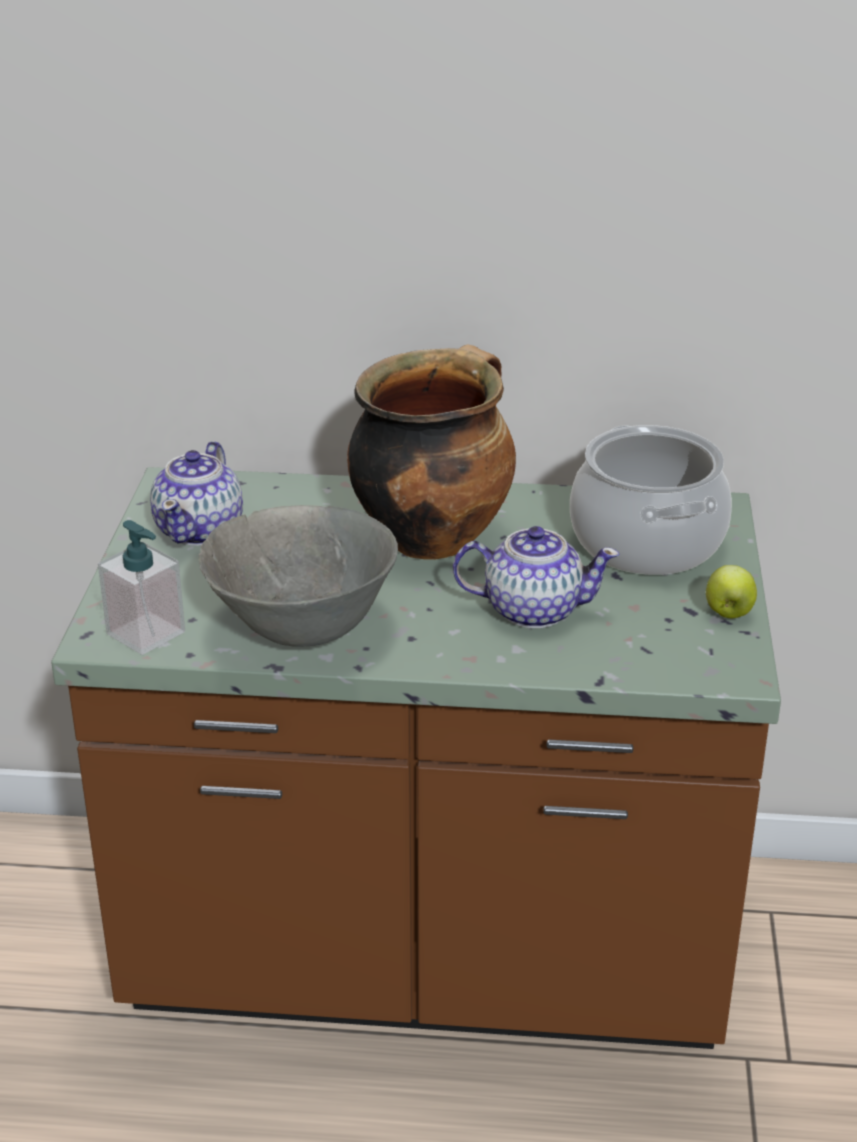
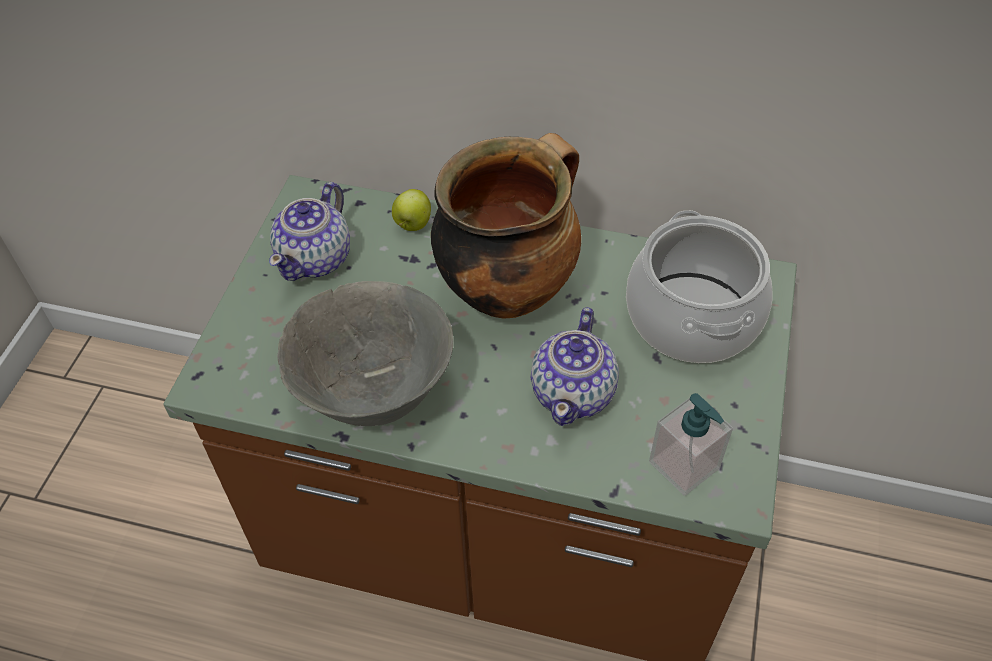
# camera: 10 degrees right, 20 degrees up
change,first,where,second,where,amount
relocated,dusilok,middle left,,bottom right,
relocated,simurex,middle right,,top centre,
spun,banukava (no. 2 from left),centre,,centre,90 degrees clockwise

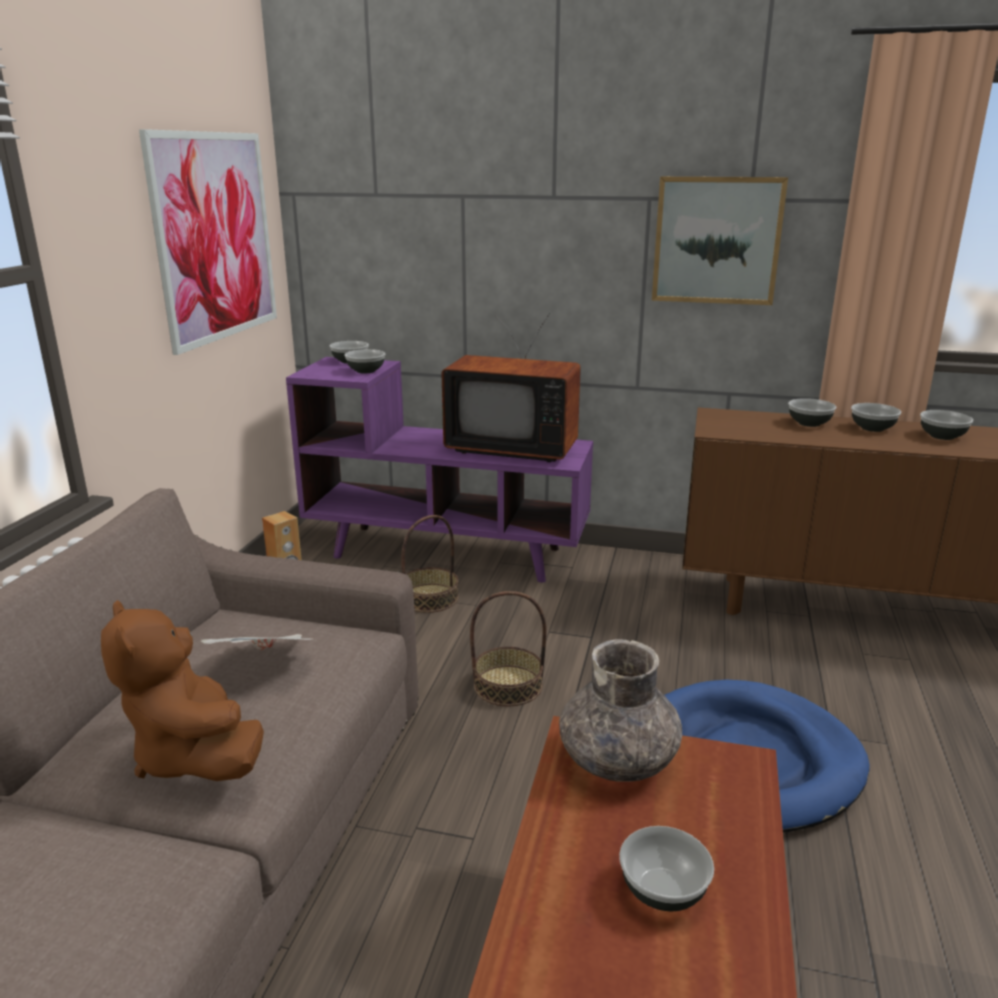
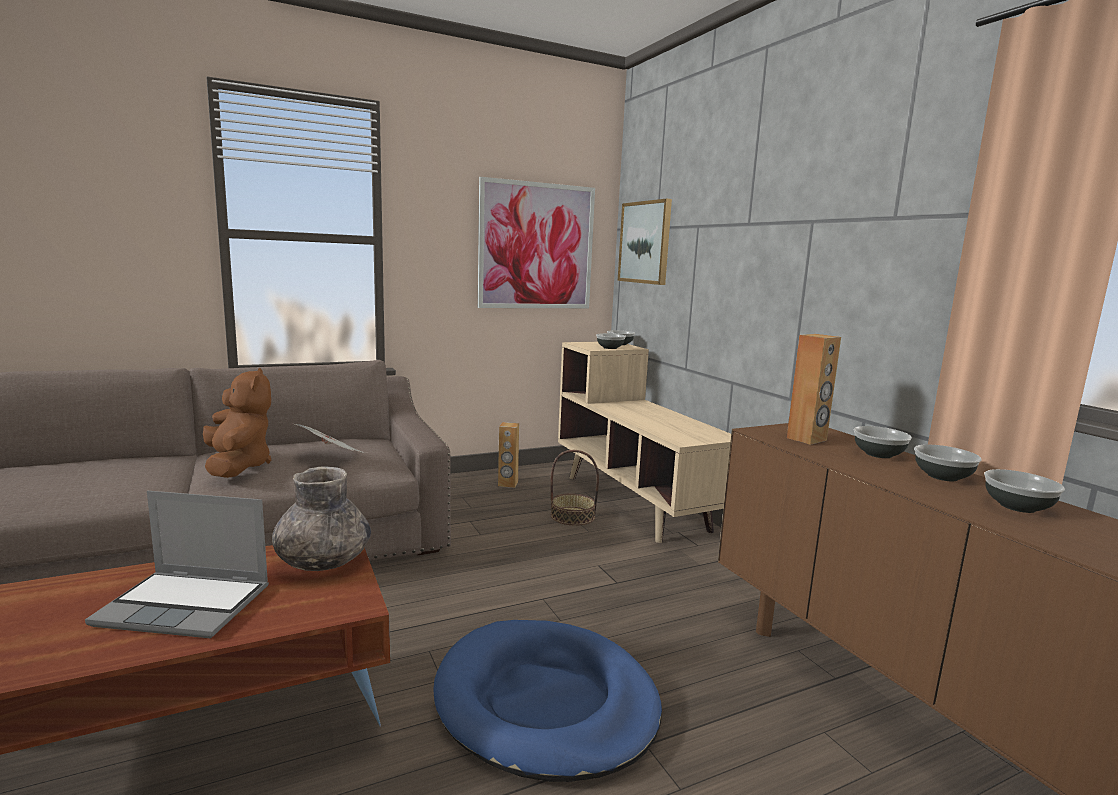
# camera: 50 degrees right, 10 degrees down
change,first,where,second,where,amount
missing,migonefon,centre,,,
missing,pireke (no. 2 from left),centre,,,
appeared,,,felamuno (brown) (no. 2 from left),middle right,
relocated,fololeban (no. 2 from left),top right,,top centre,
exchanged,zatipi (no. 3 from left),bottom right,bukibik,bottom left,
colour,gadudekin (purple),centre,gadudekin (beige),centre,
spun,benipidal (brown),bottom left,,middle left,135 degrees clockwise

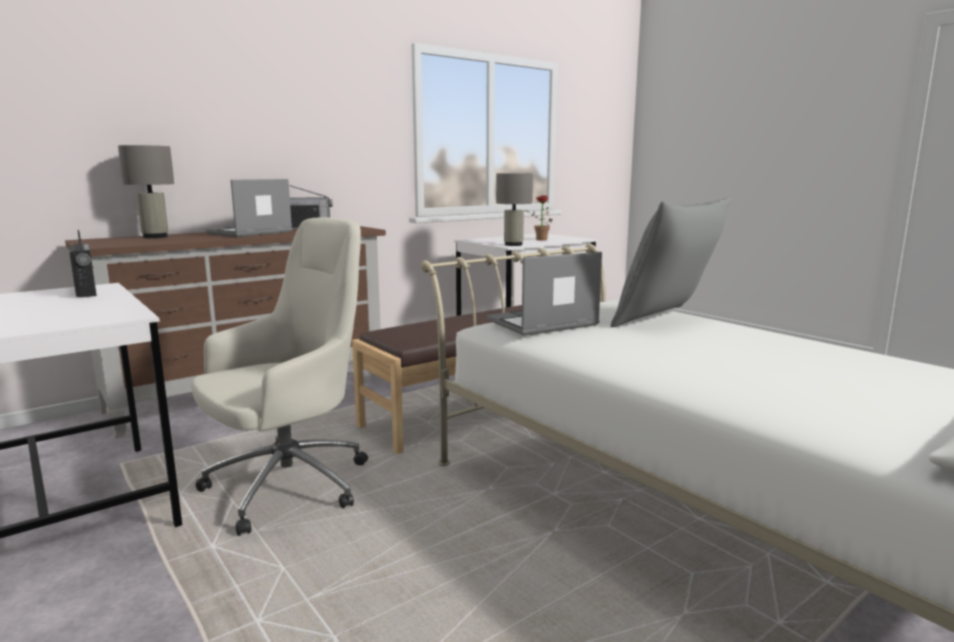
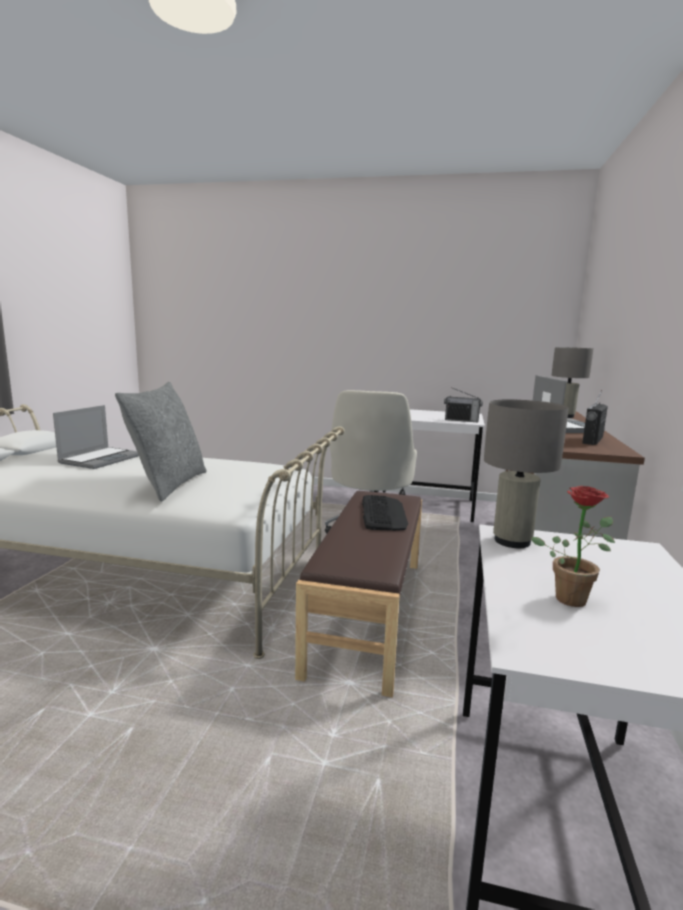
# camera: 140 degrees right, 0 degrees up
change,first,where,second,where,amount
appeared,,,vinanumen,centre,
relocated,bukibik (no. 2 from left in the first image),centre,bukibik (no. 1 from left),middle left,

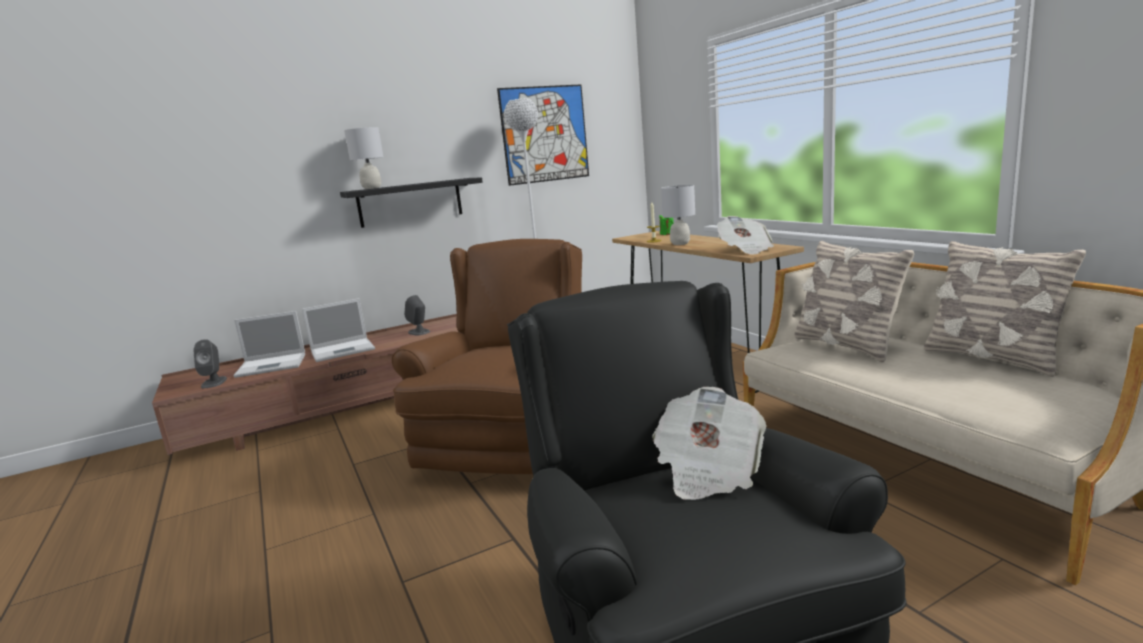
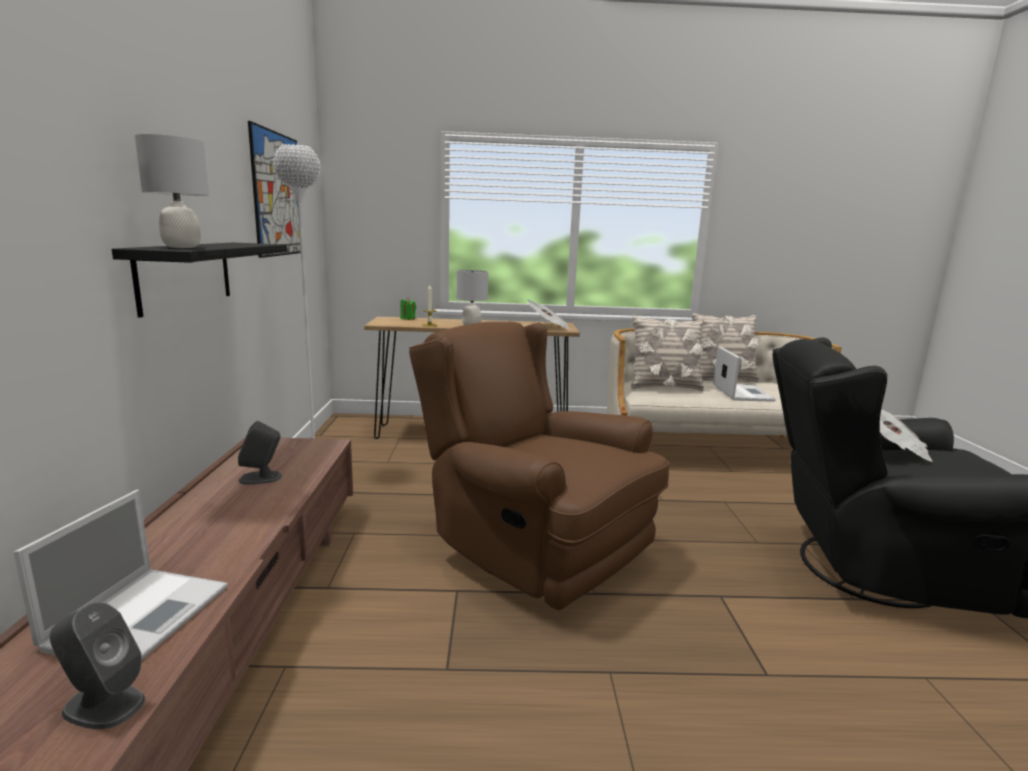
# camera: 65 degrees left, 0 degrees up
change,first,where,second,where,amount
relocated,bukibik (no. 2 from left),middle left,,middle right,

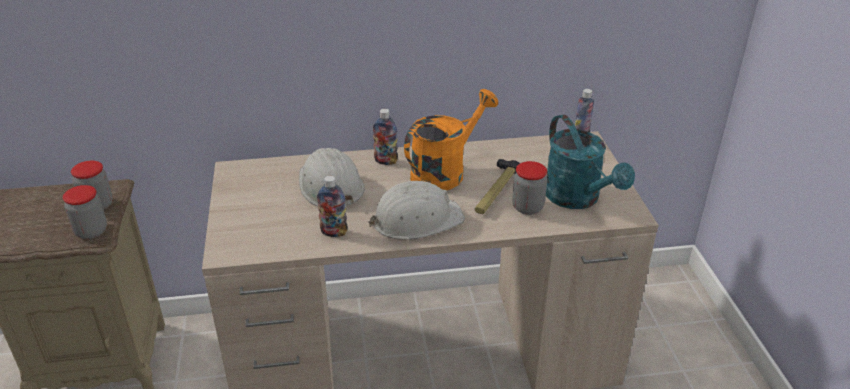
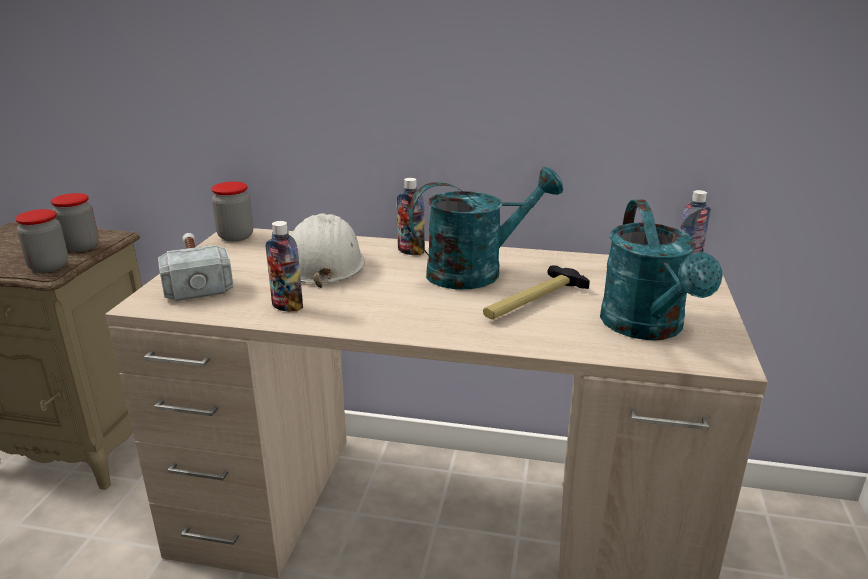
# camera: 20 degrees right, 10 degrees down
change,first,where,second,where,amount
missing,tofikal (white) (no. 2 from left),centre,,,
appeared,,,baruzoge (no. 1 from left),middle left,
relocated,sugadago (no. 3 from left),centre,,middle left,
colour,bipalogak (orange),centre,bipalogak (turquoise) (no. 1 from left),centre,

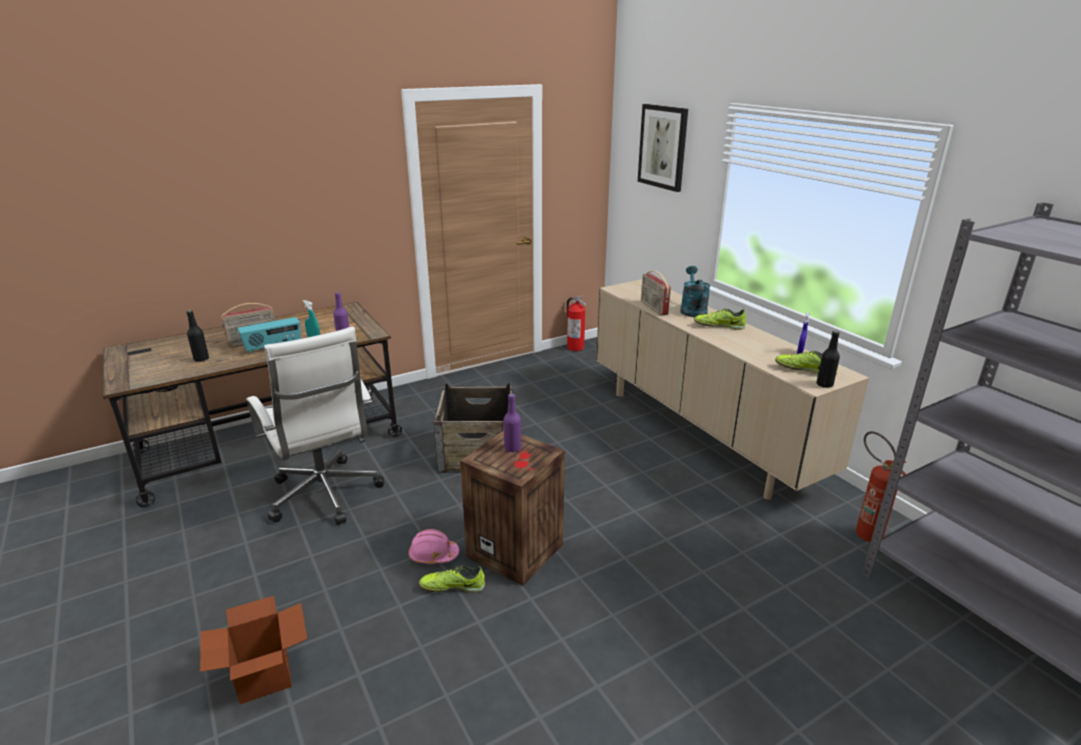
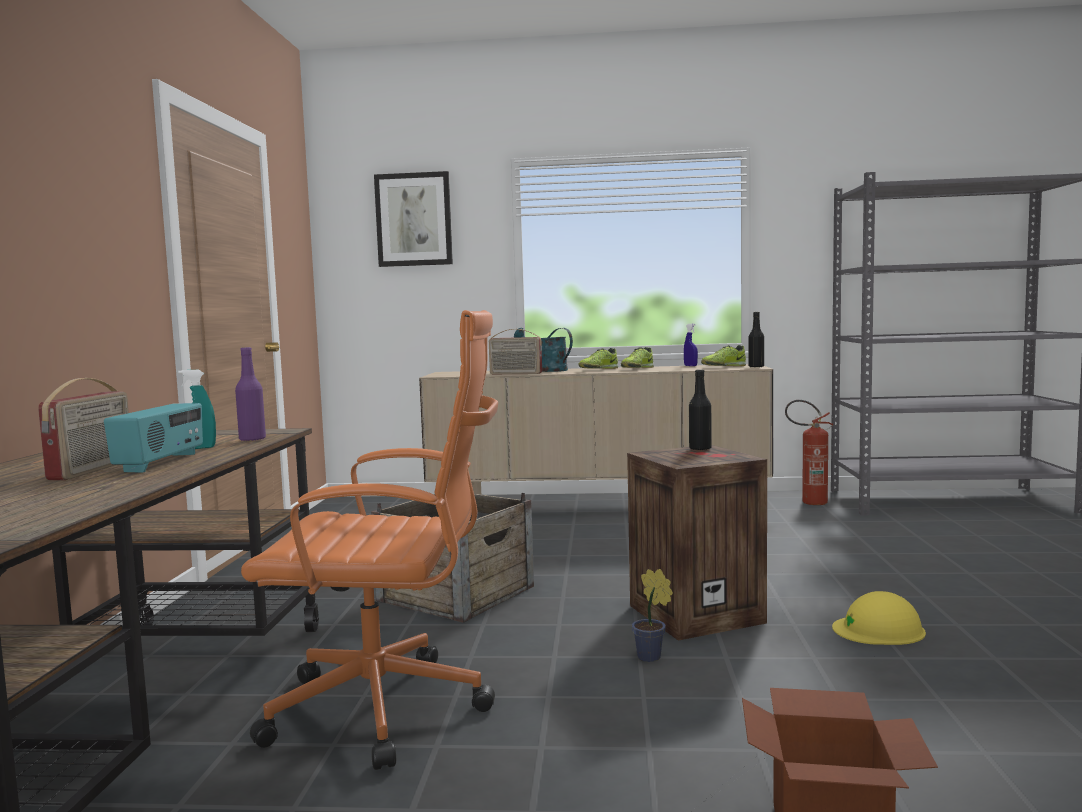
# camera: 55 degrees left, 20 degrees down
change,first,where,second,where,amount
missing,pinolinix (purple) (no. 2 from left),centre,,,
missing,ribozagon (no. 1 from left),centre,,,
appeared,,,tofikal (yellow),bottom right,
relocated,pinolinix (black) (no. 1 from left),middle left,,centre,
relocated,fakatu (no. 1 from left in the first image),bottom centre,fakatu (no. 2 from left),centre,
exchanged,tofikal (pink),bottom centre,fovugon,bottom centre,
colour,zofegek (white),middle left,zofegek (orange),centre,

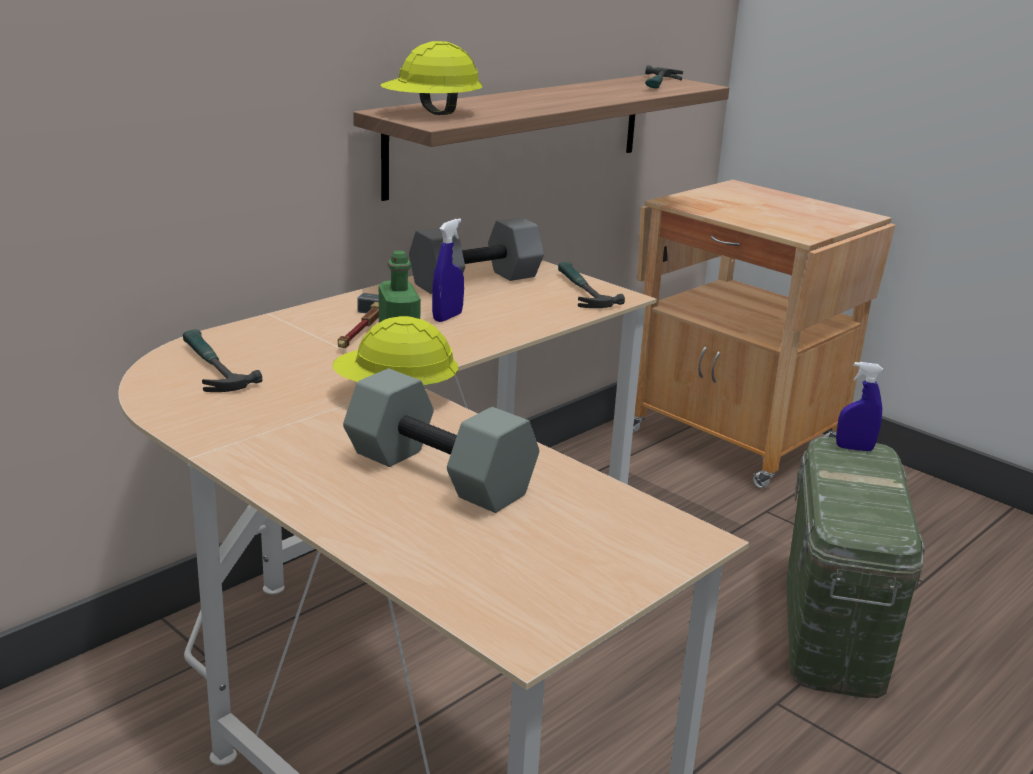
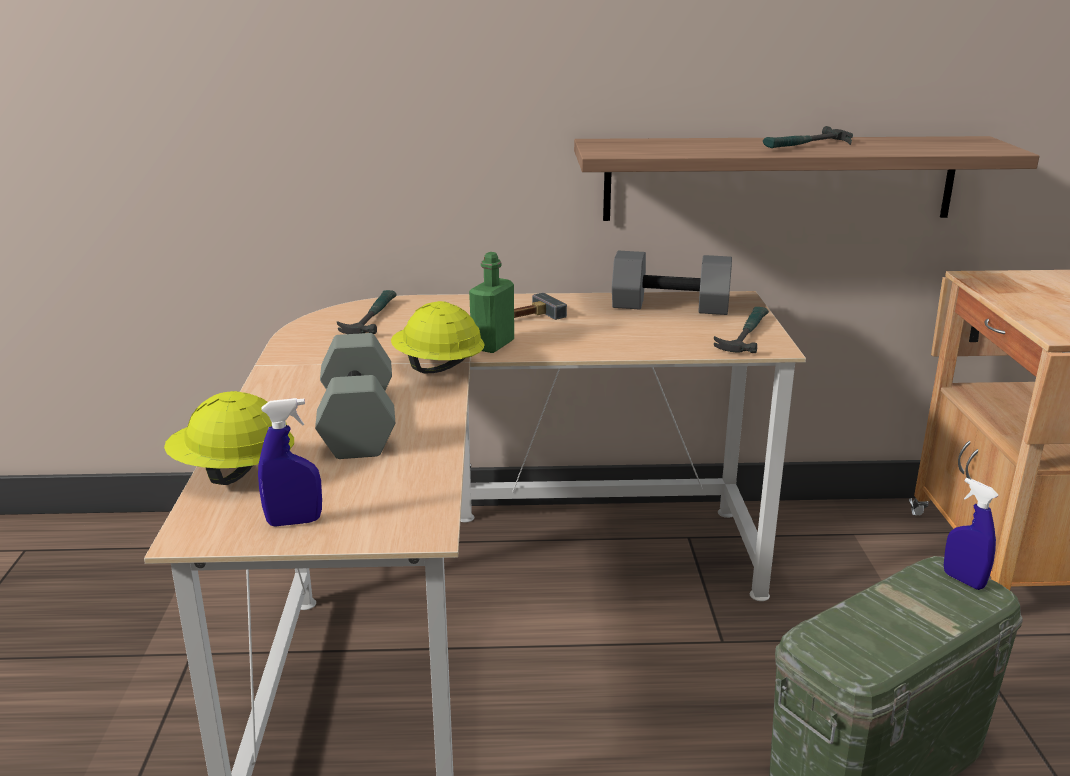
# camera: 45 degrees right, 0 degrees up
change,first,where,second,where,amount
relocated,tofikal (yellow) (no. 2 from left in the first image),top centre,tofikal (yellow) (no. 1 from left),middle left,
relocated,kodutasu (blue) (no. 1 from left),centre,,middle left,
relocated,baruzoge (no. 4 from left),top centre,,top right,

